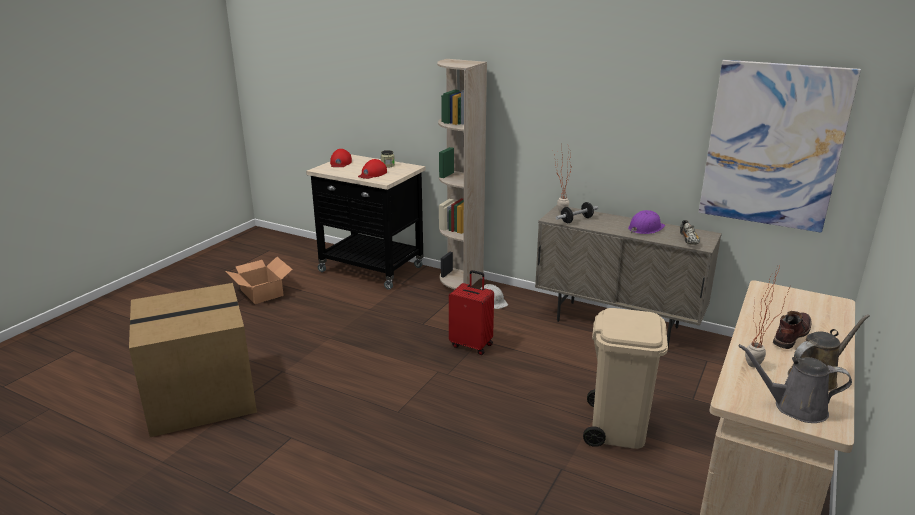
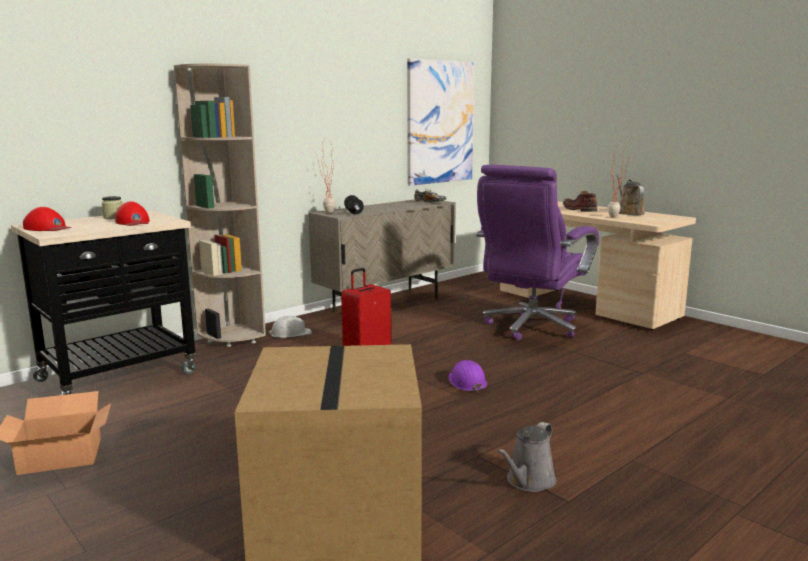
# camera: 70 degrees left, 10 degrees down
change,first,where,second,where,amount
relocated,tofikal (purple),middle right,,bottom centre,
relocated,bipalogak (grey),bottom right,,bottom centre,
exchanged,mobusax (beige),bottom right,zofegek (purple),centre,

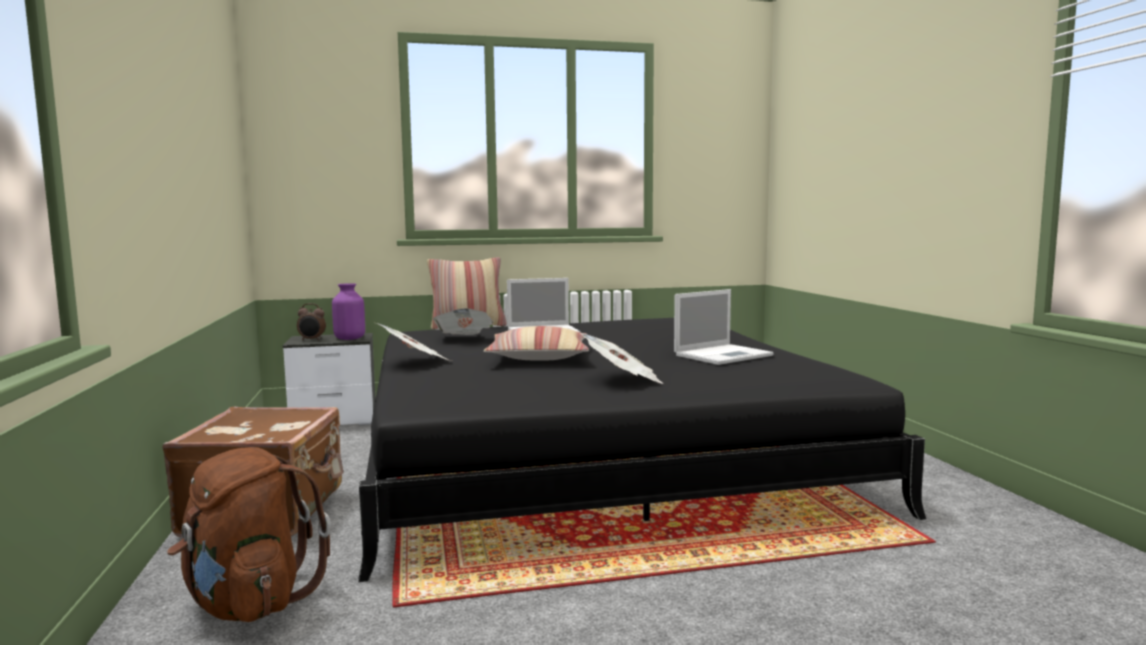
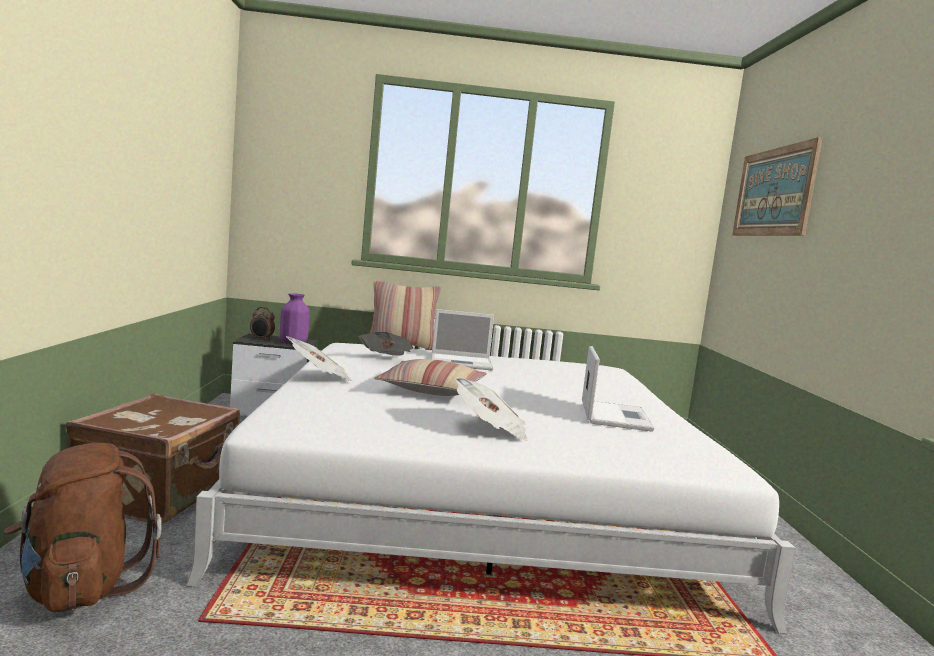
# camera: 10 degrees right, 0 degrees up
change,first,where,second,where,amount
appeared,,,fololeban,top right,
colour,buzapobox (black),bottom centre,buzapobox (white),bottom centre,
spun,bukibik (no. 2 from left),centre,,centre,60 degrees counterclockwise

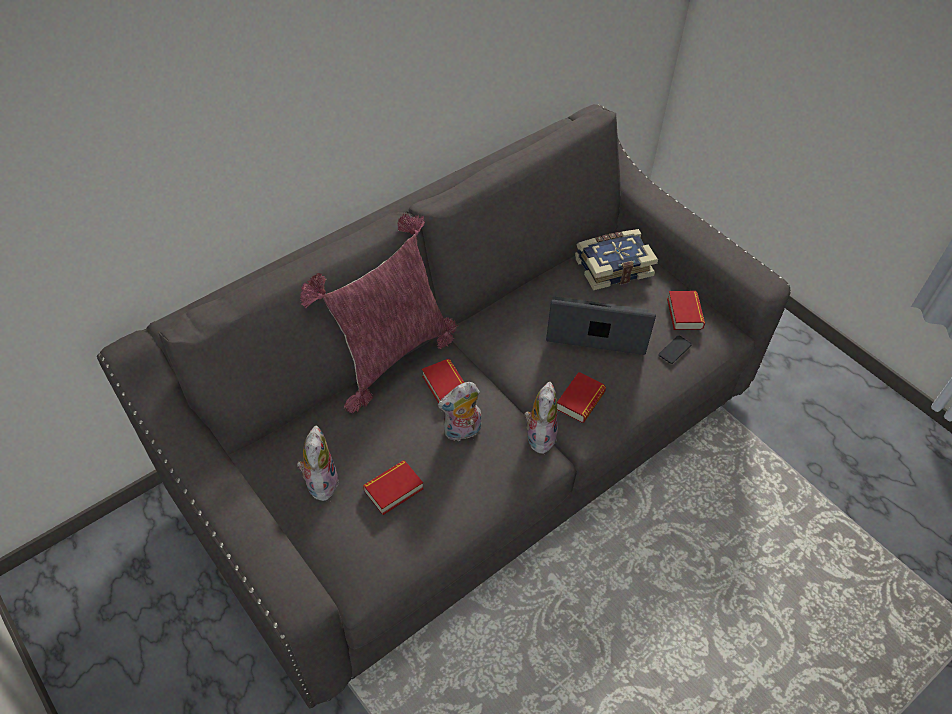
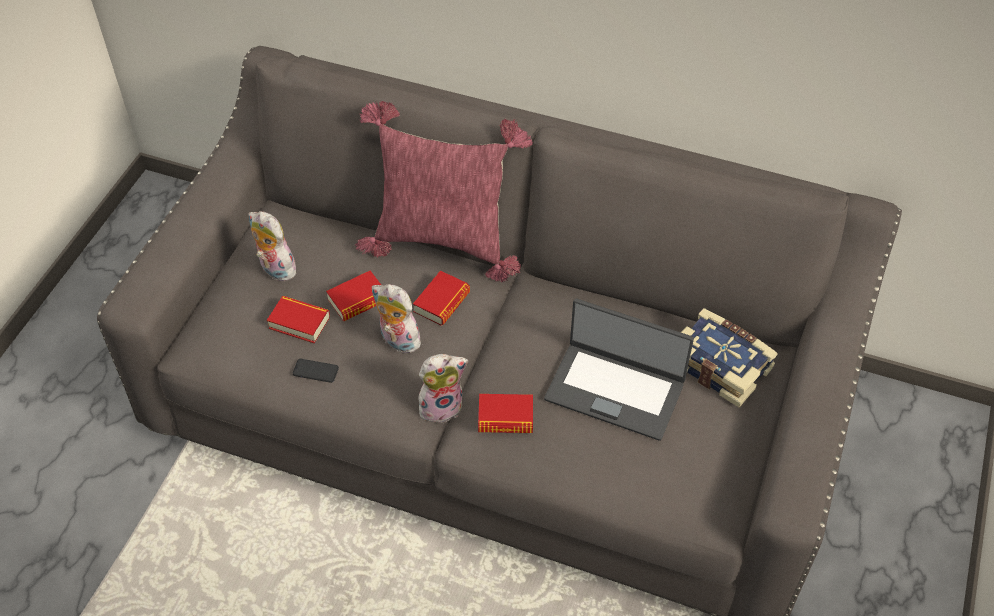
# camera: 60 degrees right, 0 degrees up
change,first,where,second,where,amount
relocated,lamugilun,middle right,,middle left,
relocated,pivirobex (no. 5 from left in the first image),middle right,pivirobex (no. 2 from left),centre,
spun,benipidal (no. 1 from left),centre,,middle left,105 degrees counterclockwise
spun,bukibik,centre,,centre,135 degrees clockwise

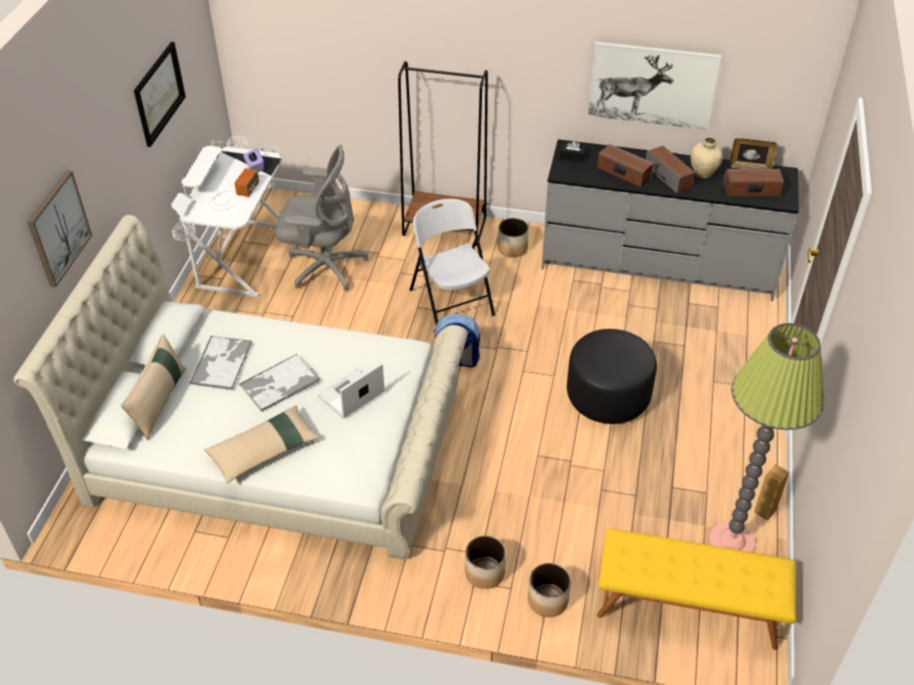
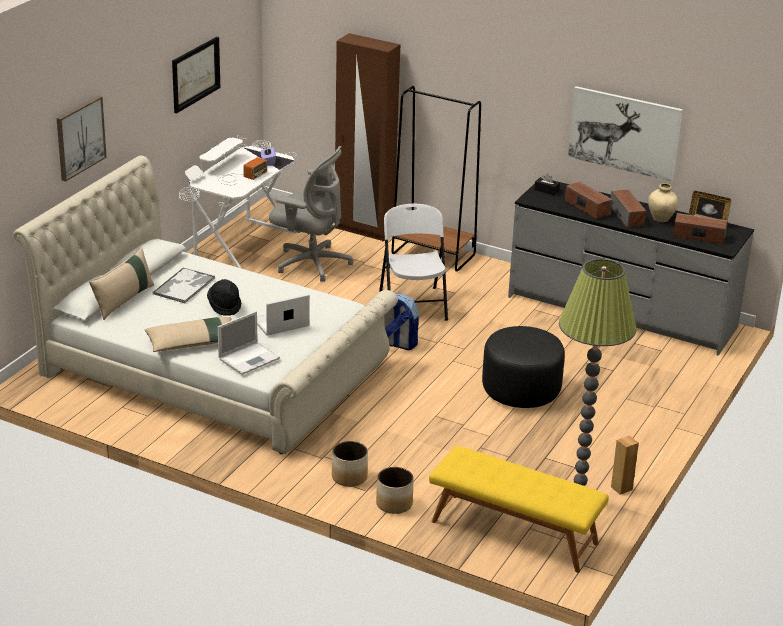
# camera: 15 degrees right, 15 degrees down
change,first,where,second,where,amount
missing,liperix (no. 2 from left),centre,,,
appeared,,,bukibik (no. 1 from left),middle left,
appeared,,,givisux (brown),top centre,
exchanged,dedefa (no. 2 from left),middle left,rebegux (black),middle left,

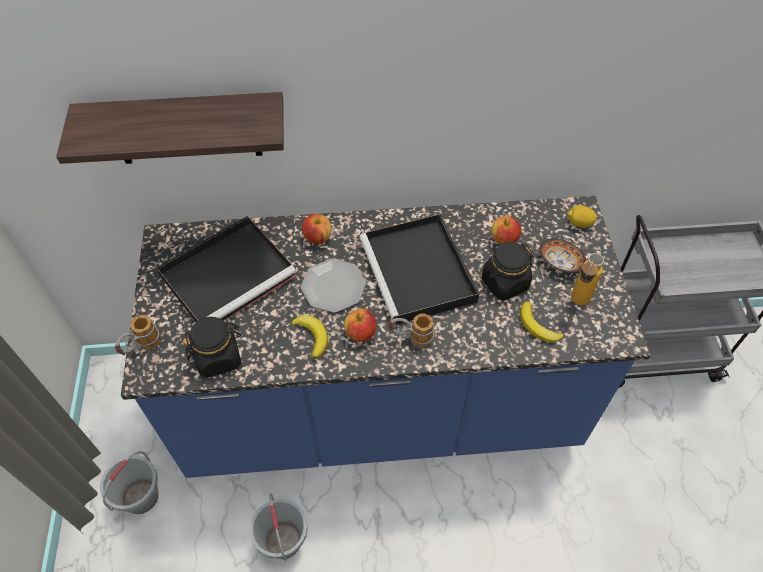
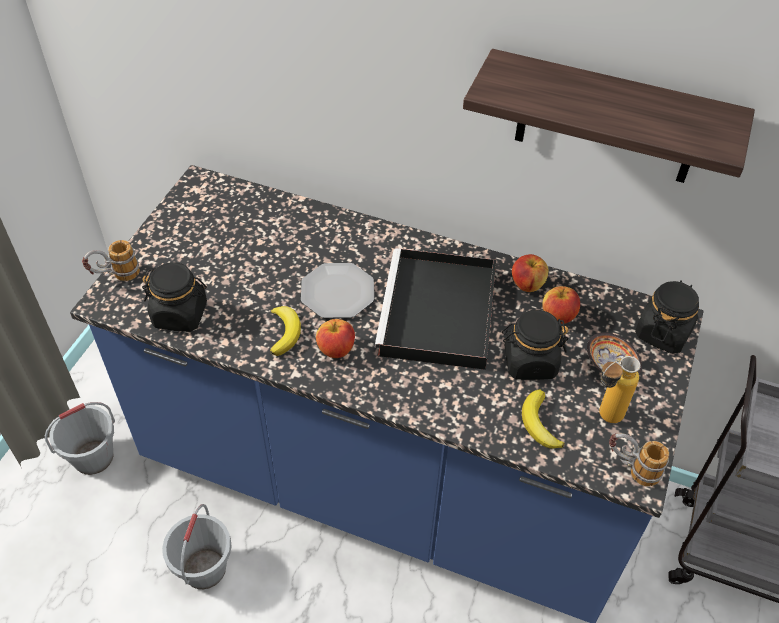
# camera: 25 degrees right, 5 degrees down
change,first,where,second,where,amount
missing,dedefa (black) (no. 1 from left),middle left,,,
relocated,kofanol,top left,,top right,
relocated,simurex (no. 1 from left in the first image),centre,simurex (no. 2 from left),middle right,
relocated,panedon (no. 2 from left),centre,,bottom right,
exchanged,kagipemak,middle right,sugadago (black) (no. 3 from left),middle right,

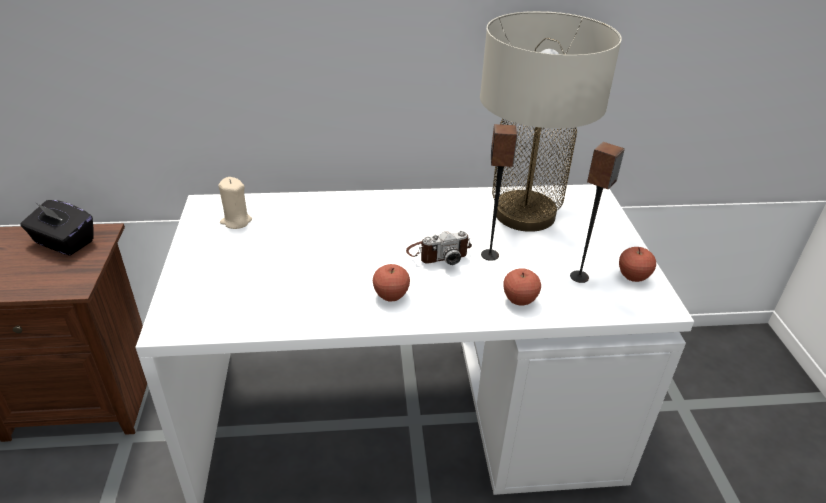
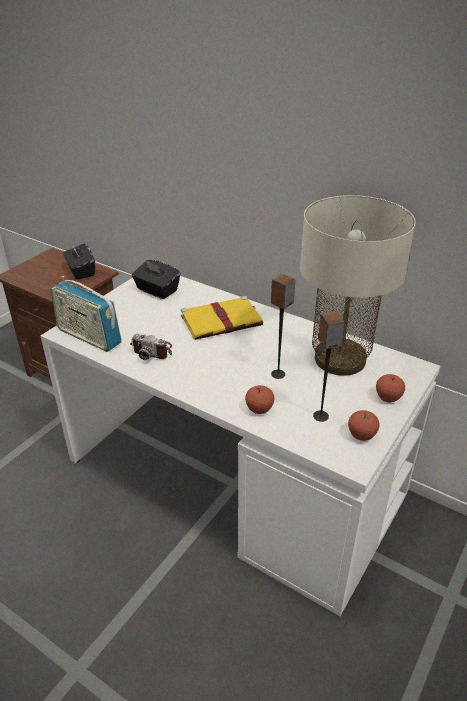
# camera: 40 degrees right, 0 degrees up
change,first,where,second,where,amount
appeared,,,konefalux,middle left,
appeared,,,pivirobex (yellow),centre,
relocated,simurex (no. 1 from left in the first image),centre,simurex (no. 3 from left),middle right,
relocated,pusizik,centre,,middle left,
exchanged,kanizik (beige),middle left,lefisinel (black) (no. 2 from left),centre,

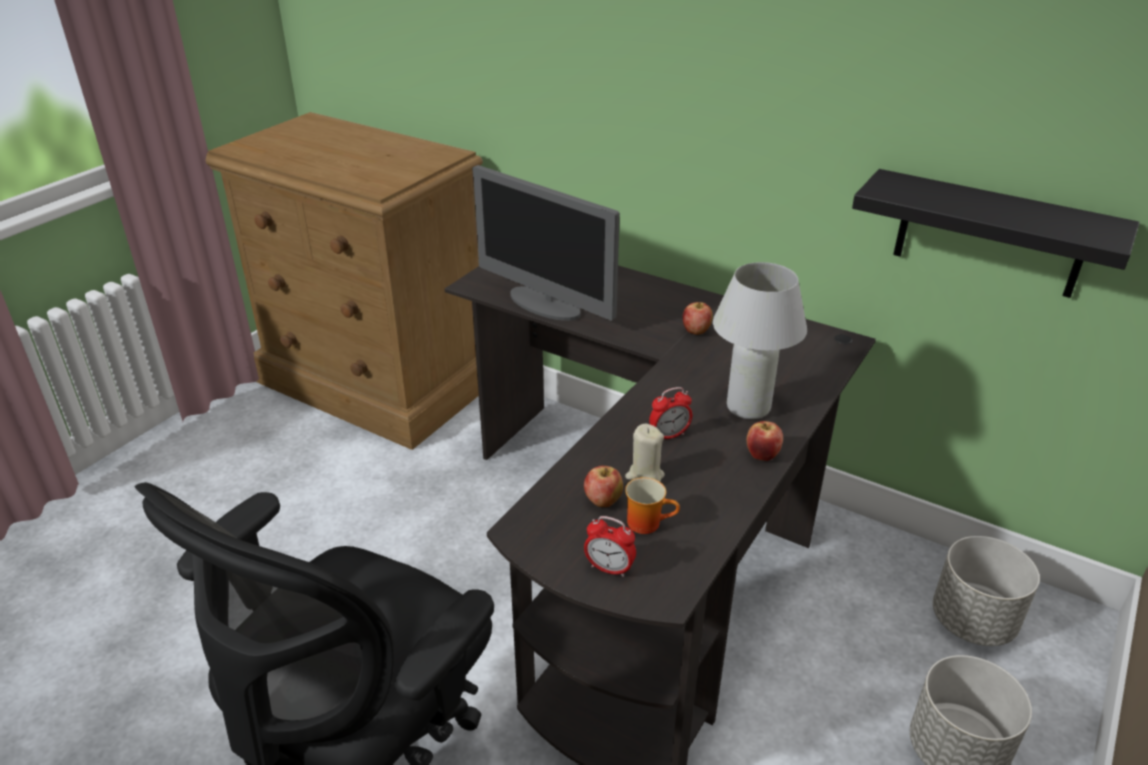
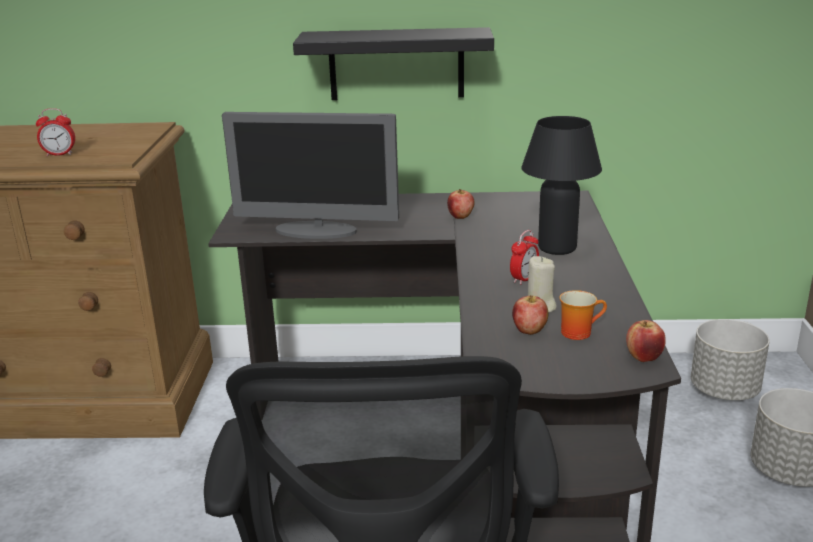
# camera: 30 degrees left, 10 degrees down
change,first,where,second,where,amount
relocated,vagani (no. 1 from left),bottom centre,,top left,
relocated,simurex (no. 3 from left),centre,,middle right,
relocated,kofanol (black),top right,,top centre,
colour,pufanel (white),centre,pufanel (black),middle right,

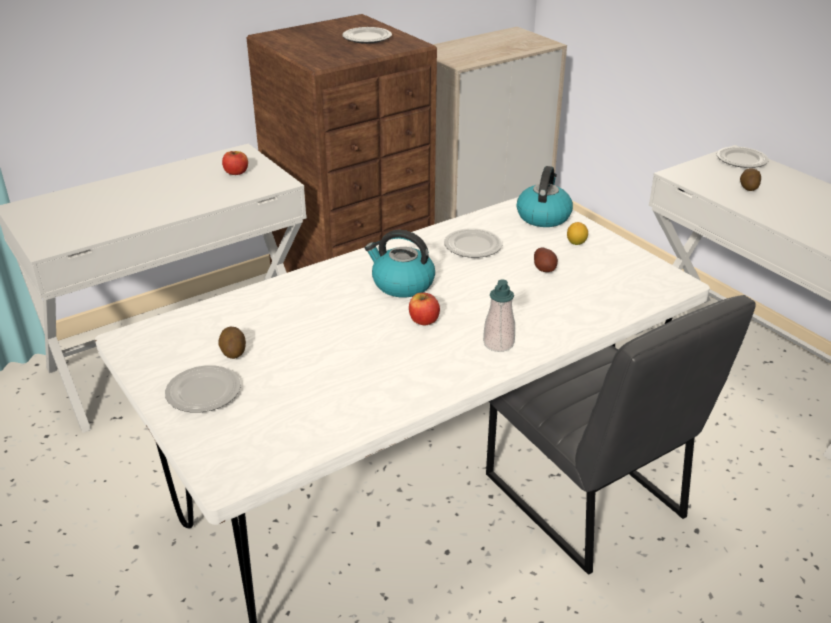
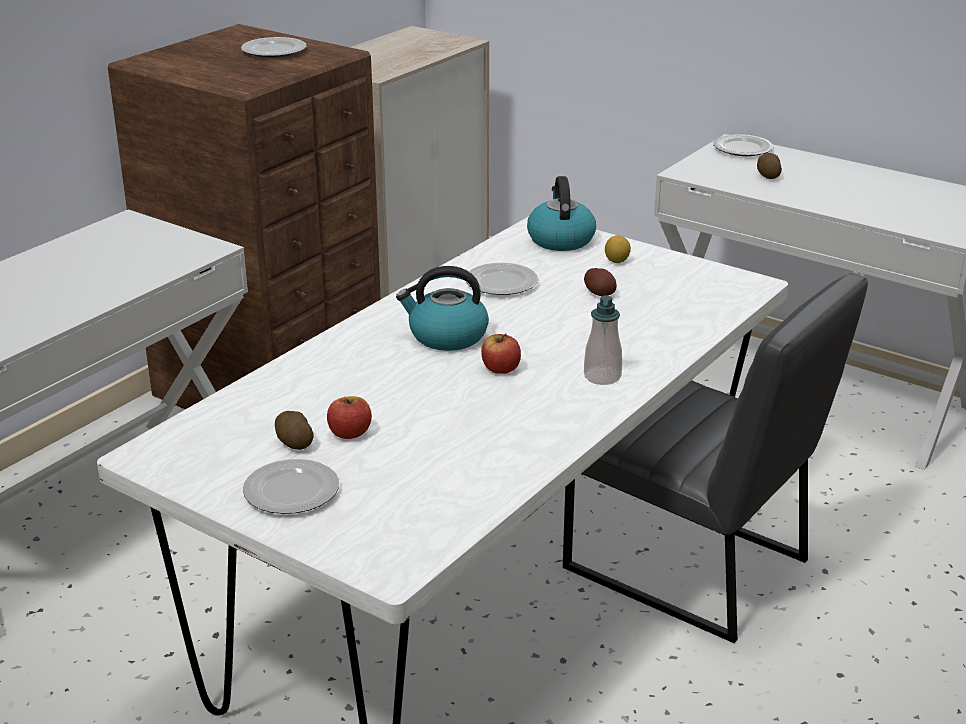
# camera: 20 degrees left, 5 degrees down
change,first,where,second,where,amount
relocated,simurex (no. 1 from left),top left,,centre,

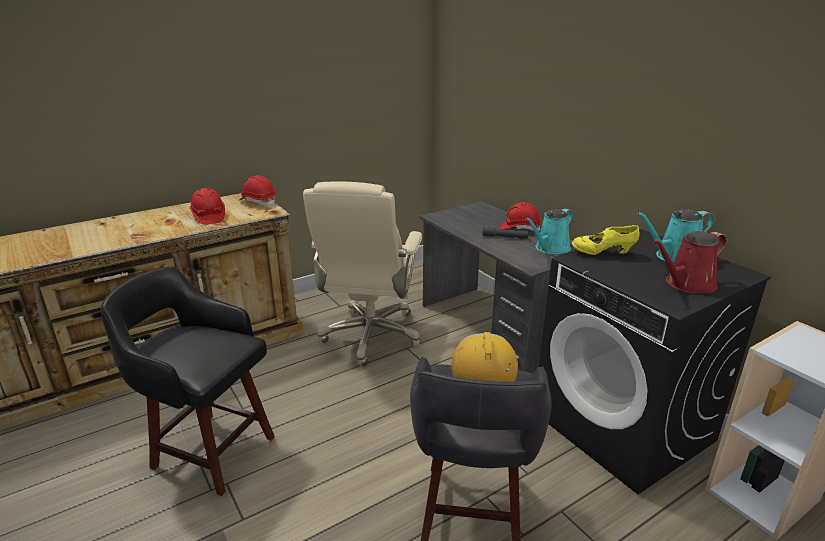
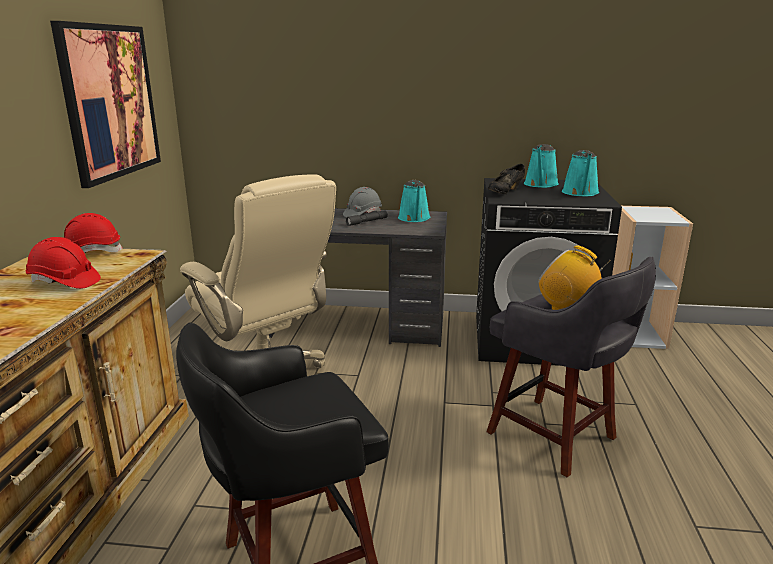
# camera: 50 degrees left, 5 degrees down
change,first,where,second,where,amount
appeared,,,fololeban,top left,
colour,tofikal (red) (no. 3 from left),centre,tofikal (grey),centre,
colour,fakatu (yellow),middle right,fakatu (black),top centre,
colour,bipalogak (red),middle right,bipalogak (turquoise) (no. 3 from left),top right,

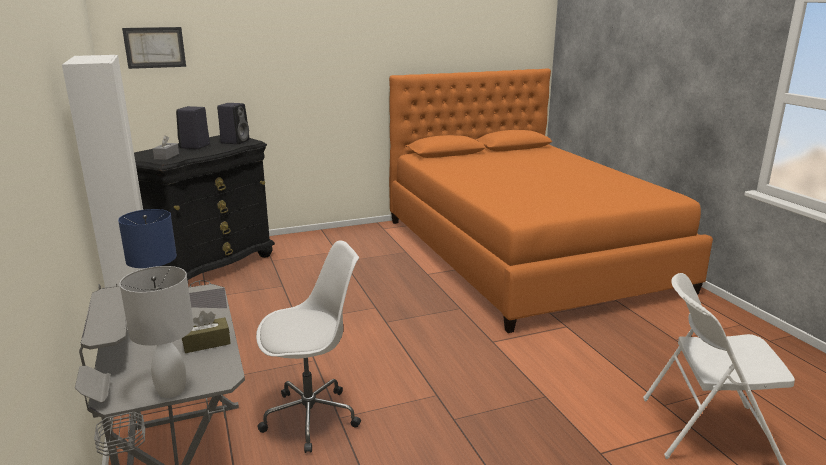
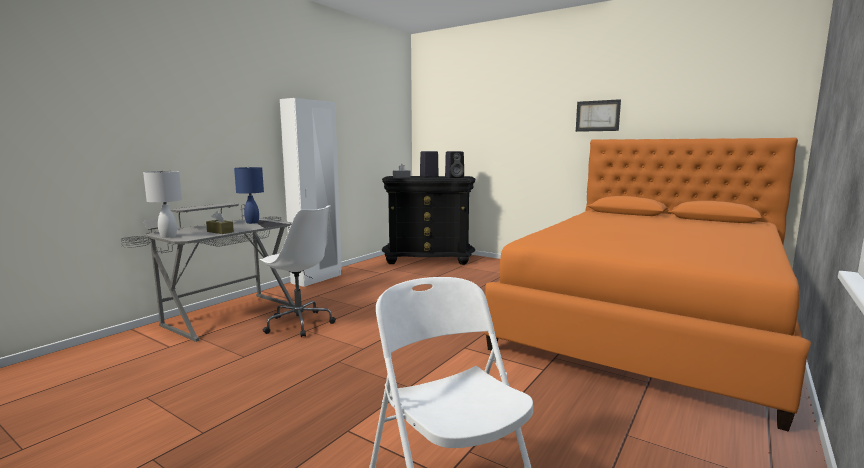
# camera: 55 degrees right, 10 degrees down
change,first,where,second,where,amount
relocated,fololeban,top left,,top right,

